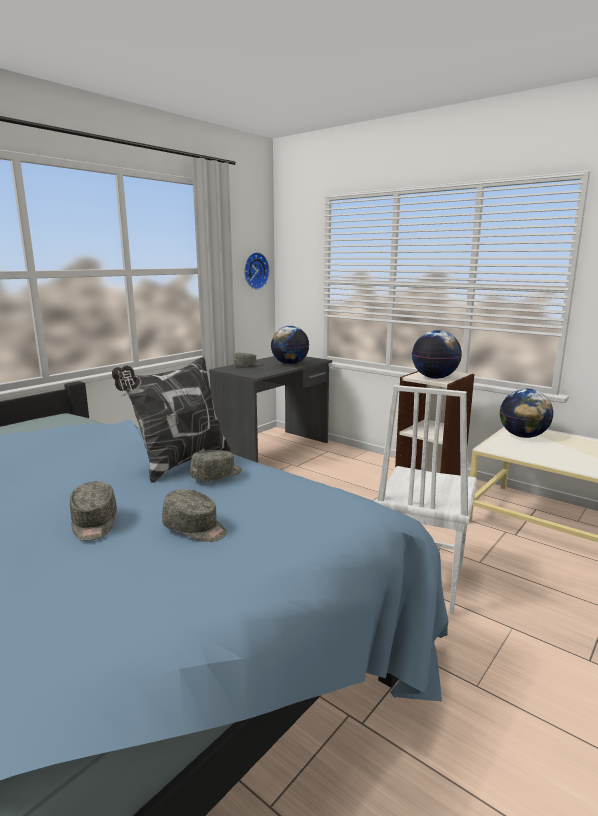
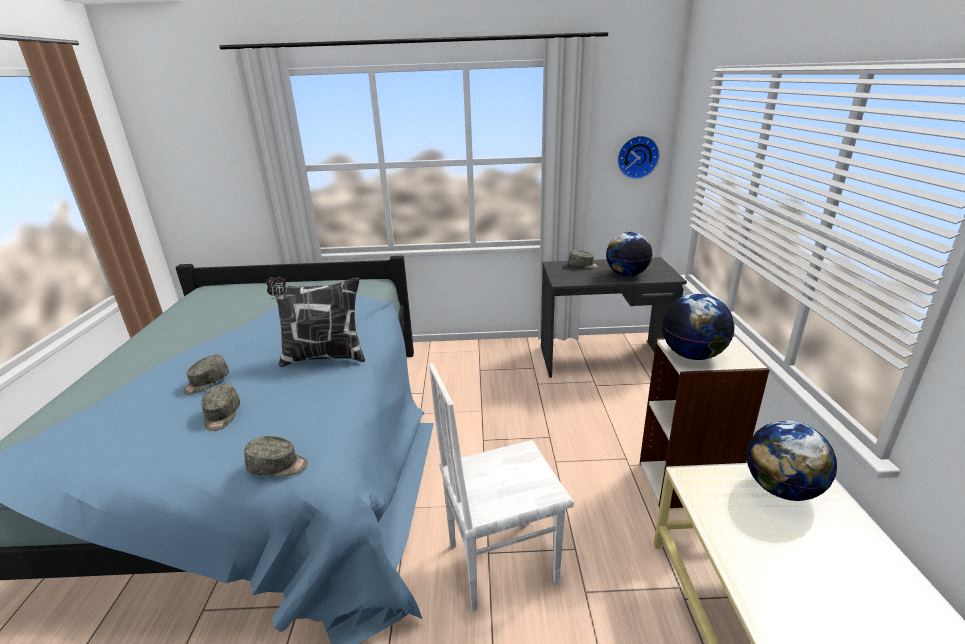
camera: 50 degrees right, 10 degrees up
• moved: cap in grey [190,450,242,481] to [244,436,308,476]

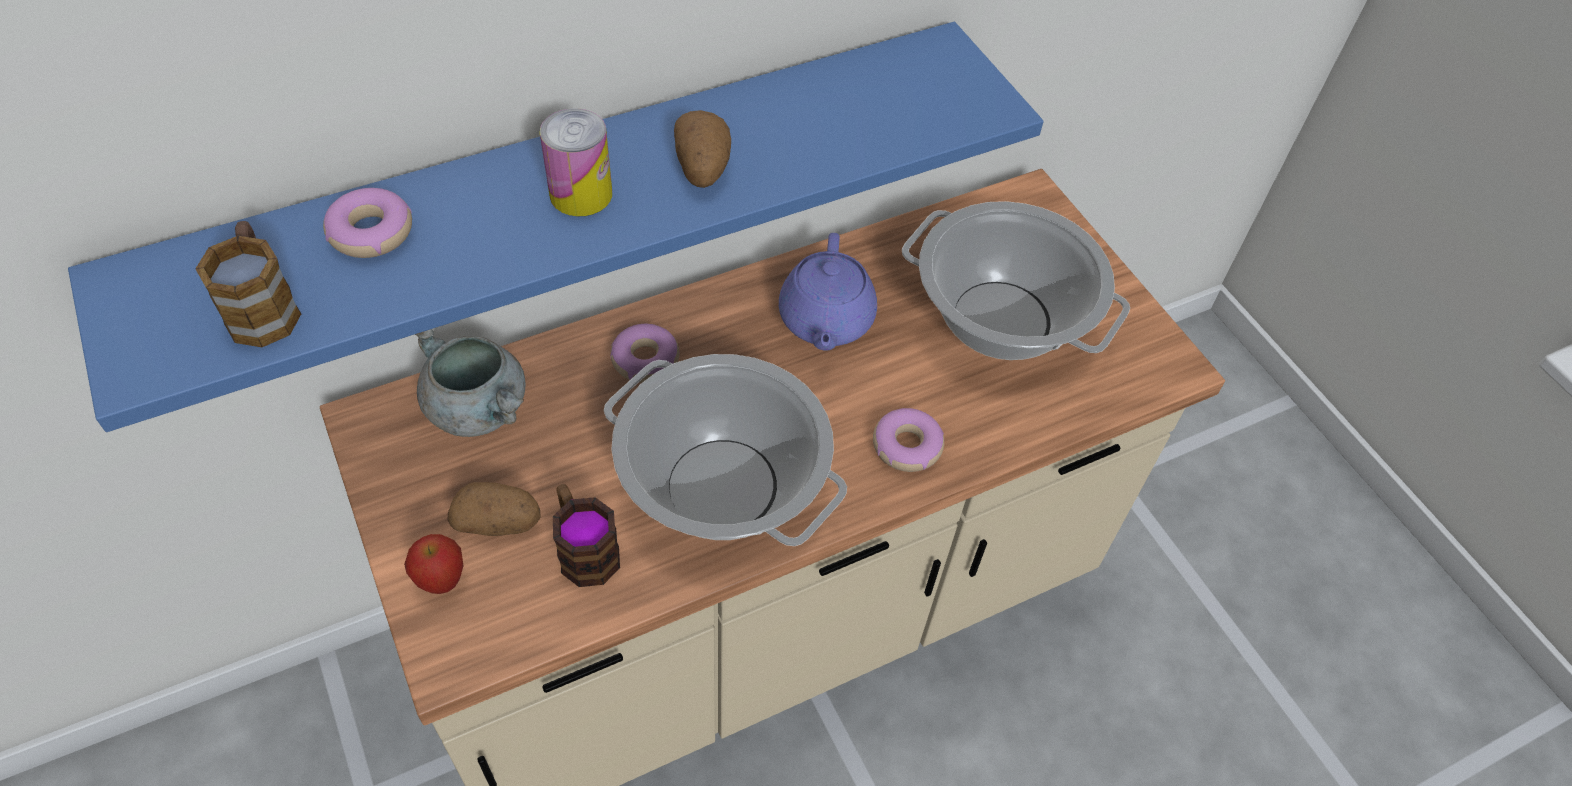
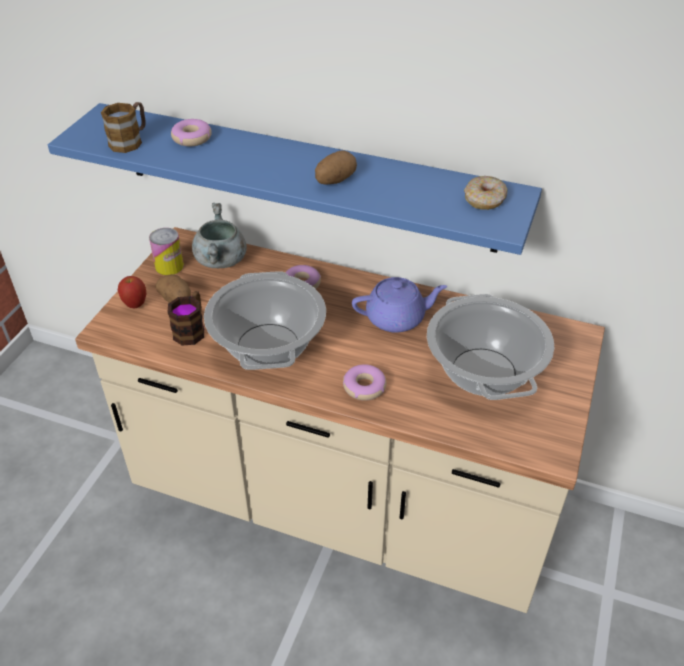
camera: 50 degrees right, 10 degrees down
• added: ring doughnut [464,176,508,210]
• moved: metal can [540,108,612,216] to [149,228,184,275]
• turned: pot for tea in purple-coloured [779,233,877,350] = [352,277,447,333] 150 degrees counterclockwise

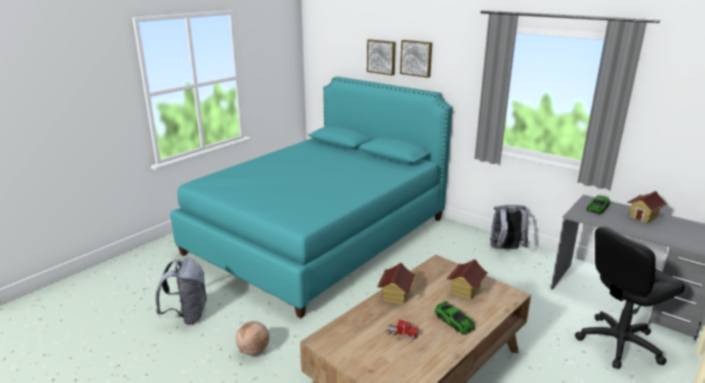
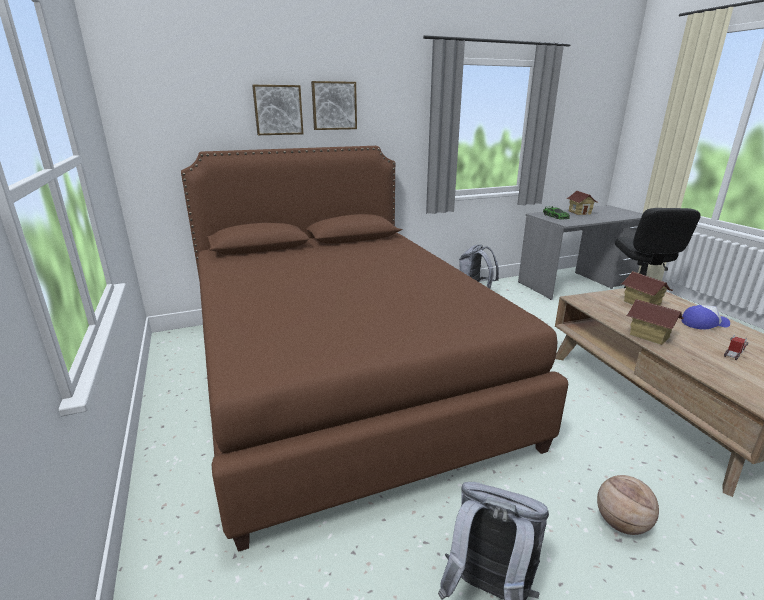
camera: 60 degrees left, 0 degrees up
• replaced: miniature car [435,301,475,335] to cap [681,305,730,329]
• recoloured: bed in turquoise-coloured [170,77,453,318] to bed in brown [181,146,568,552]

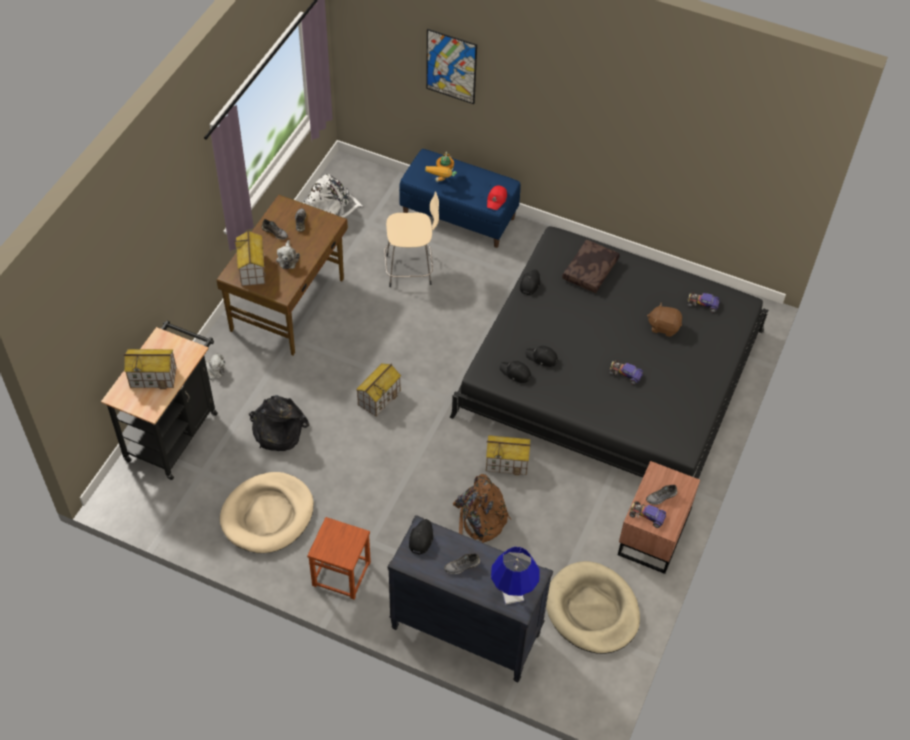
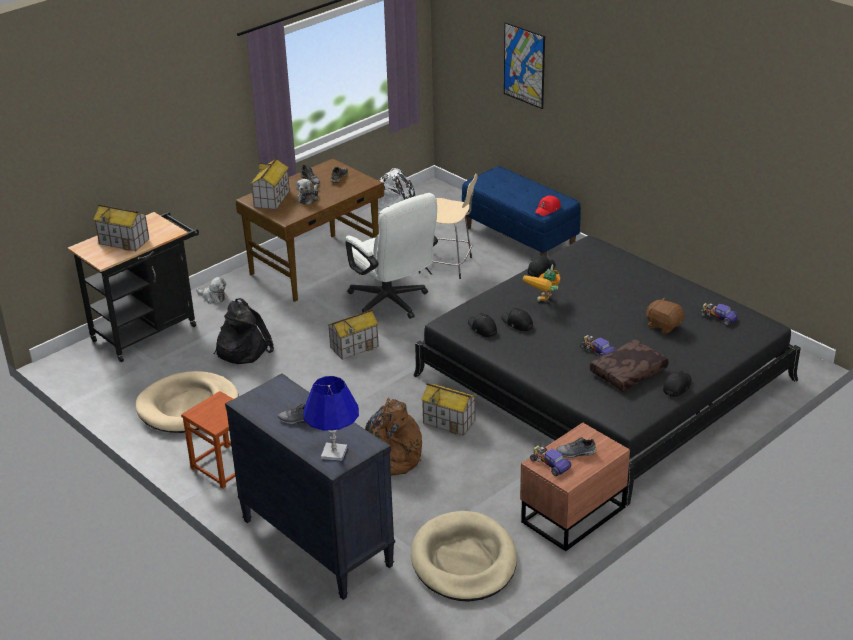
camera: 25 degrees right, 20 degrees down
• added: office chair in whitish [345,193,438,319]
• moved: cap in black [409,519,433,555] to [663,370,692,397]
• moved: robot figure [425,152,457,182] to [522,264,560,302]
• moved: throw pillow in brown [562,240,620,293] to [590,339,669,391]

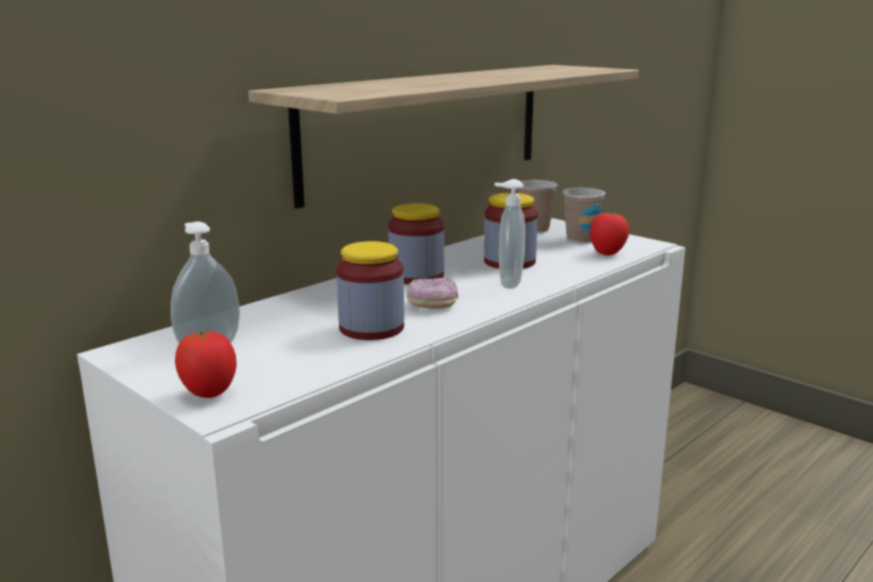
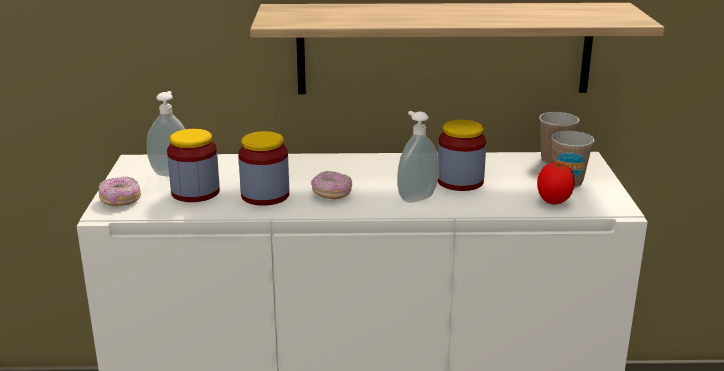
camera: 45 degrees right, 5 degrees up
• moved: preserve jar [388,203,444,284] to [167,129,220,202]
• replaced: fresh tomato [175,330,237,398] to ring doughnut [98,177,141,206]

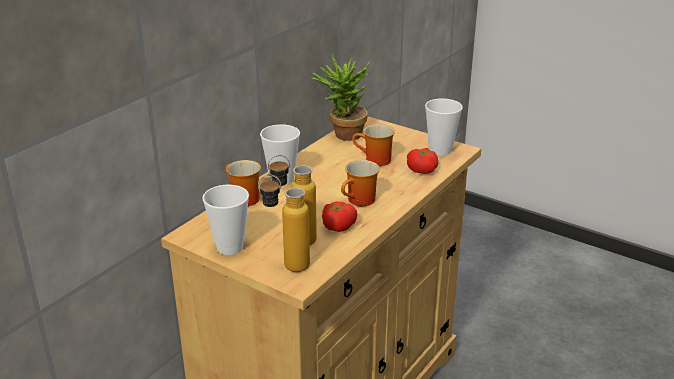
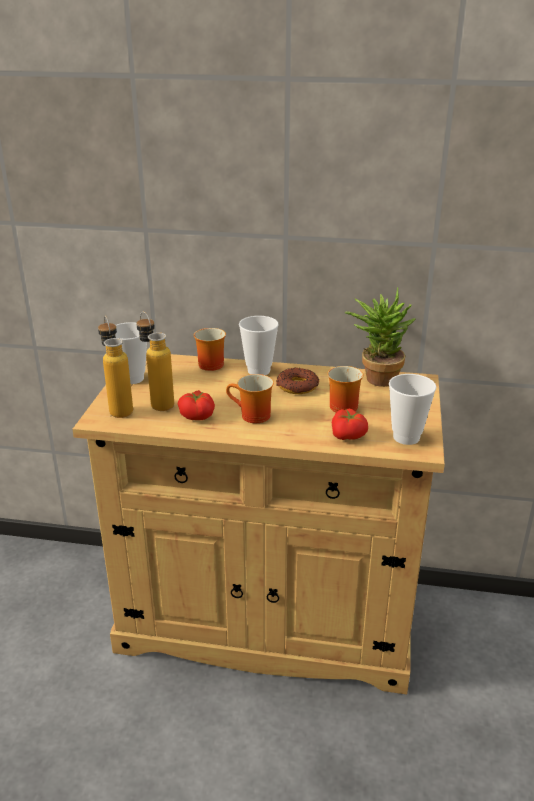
camera: 65 degrees right, 0 degrees up
• added: ring doughnut [277,368,319,394]

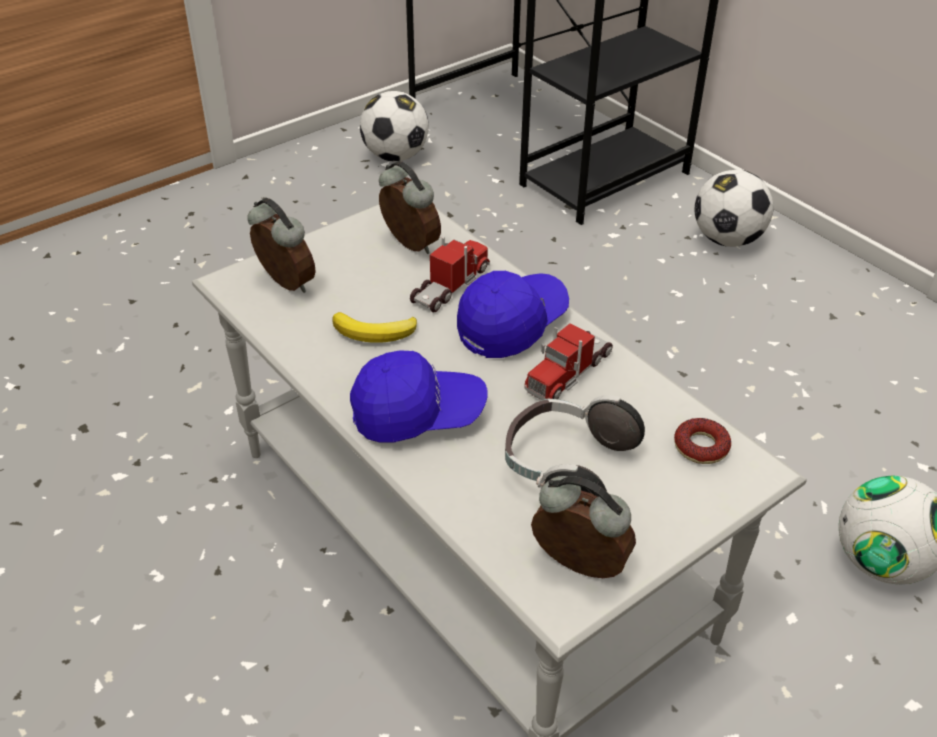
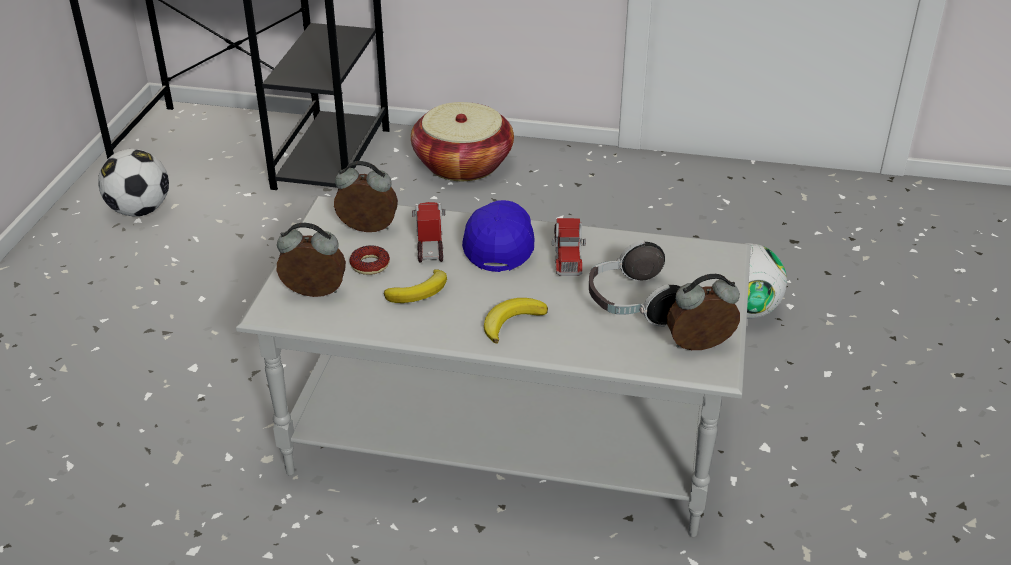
camera: 40 degrees left, 5 degrees down
• moved: ring doughnut [674,418,731,464] to [350,245,390,275]
• replaced: cap in blue [350,350,488,443] to whole banana [484,298,548,344]
• replaced: football [694,170,774,247] to basket [411,102,514,181]

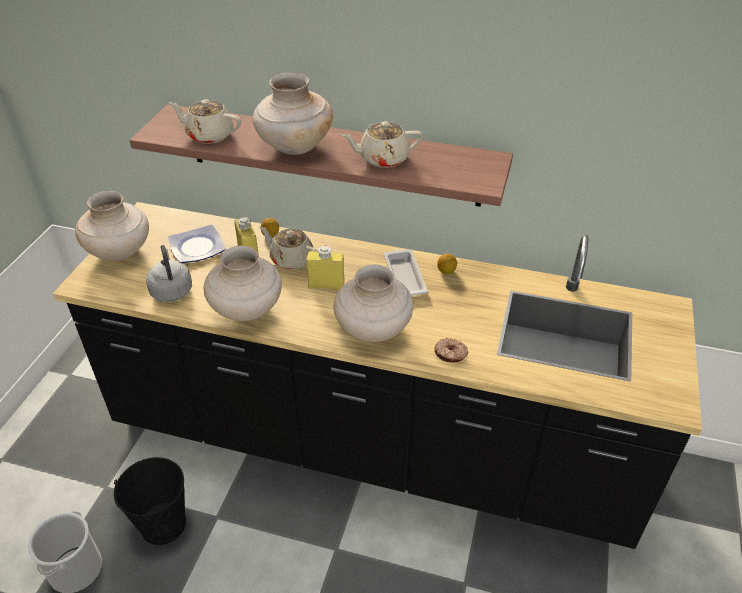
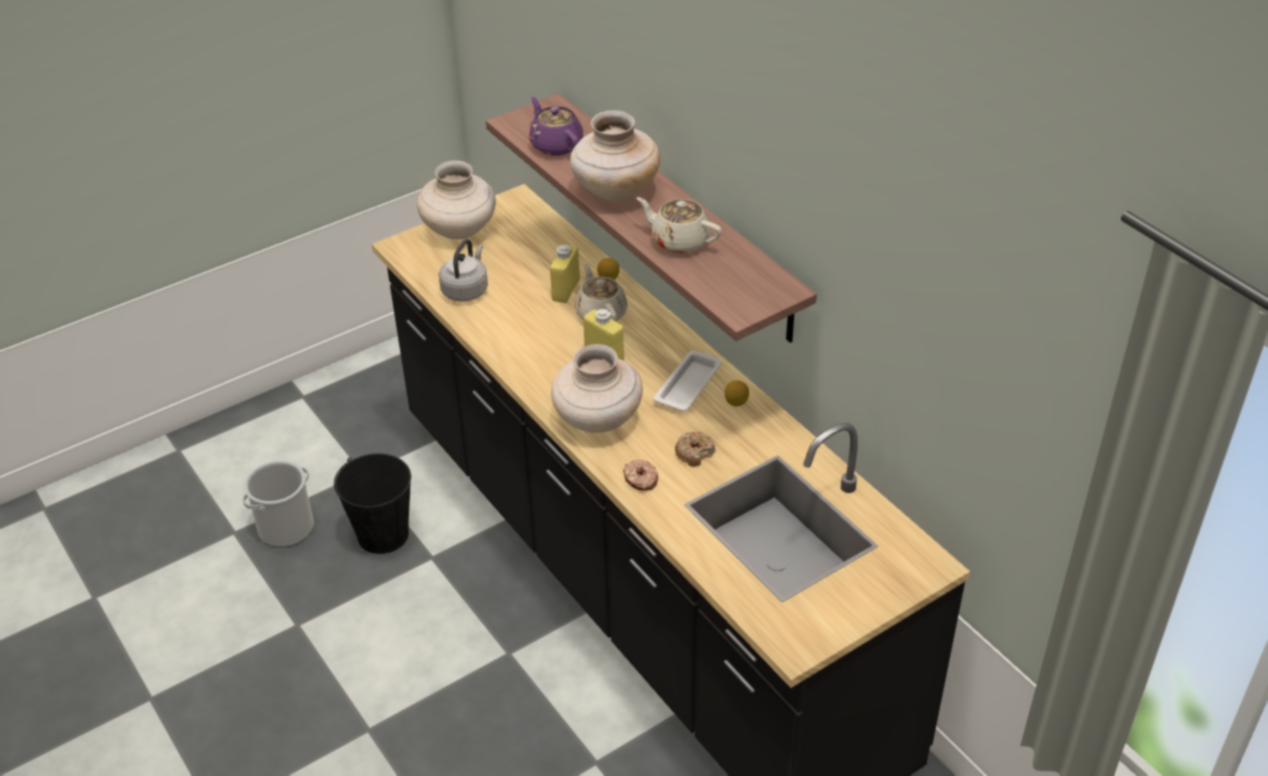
camera: 40 degrees right, 0 degrees up
• removed: flat dish [168,225,226,263]
• removed: decorative vase in beige-coloured [203,246,282,321]
• added: ring doughnut [675,432,715,467]
• recoloured: pot for tea in beige-coloured [169,99,241,144] to pot for tea in purple-coloured [529,96,583,156]

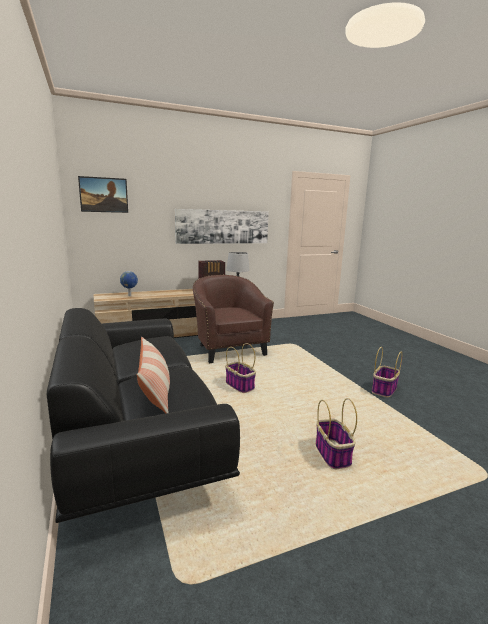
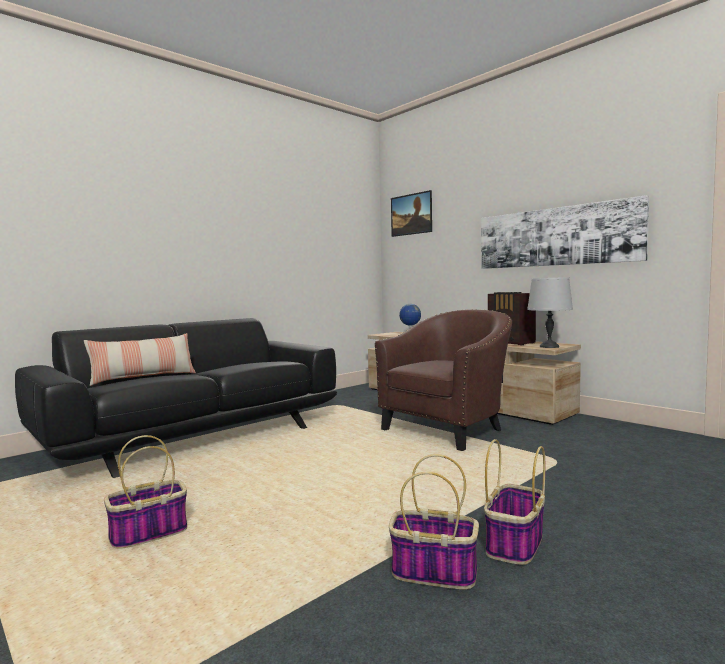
camera: 70 degrees right, 10 degrees down
• moved: basket [225,343,256,393] to [484,439,545,565]

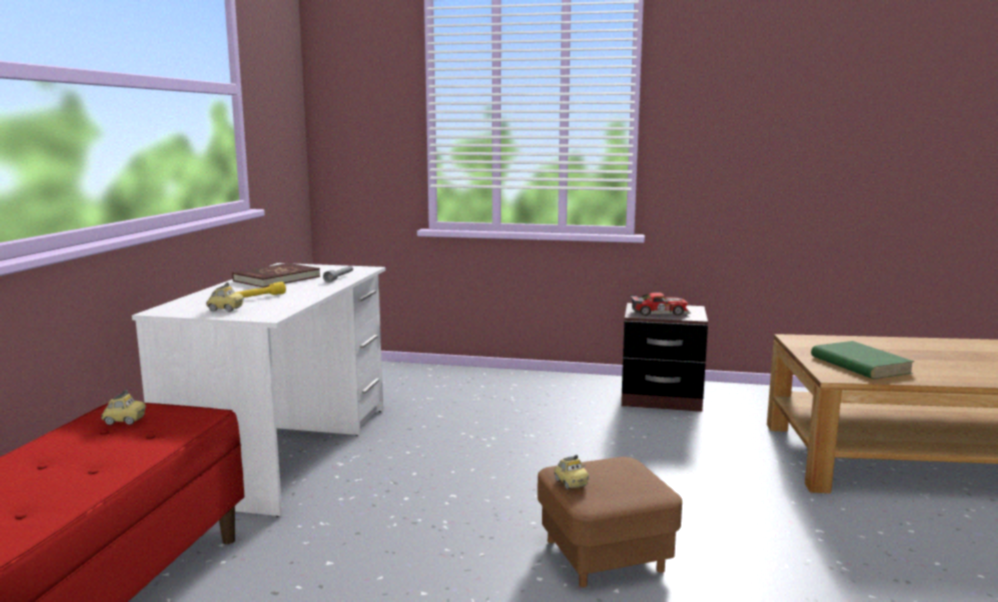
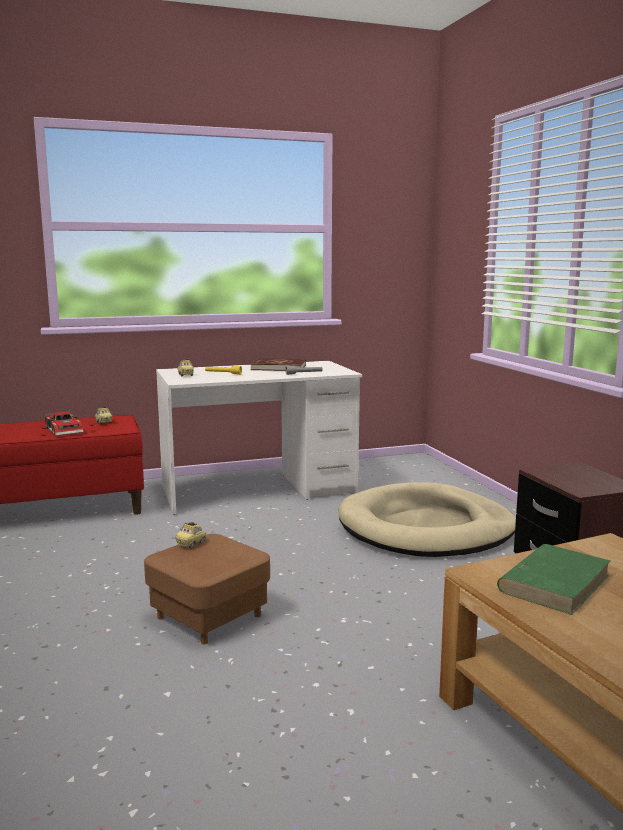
camera: 60 degrees right, 0 degrees up
• added: pet bed in beige-coloured [338,482,516,557]
• moved: miniature car [630,293,690,316] to [44,411,84,436]

